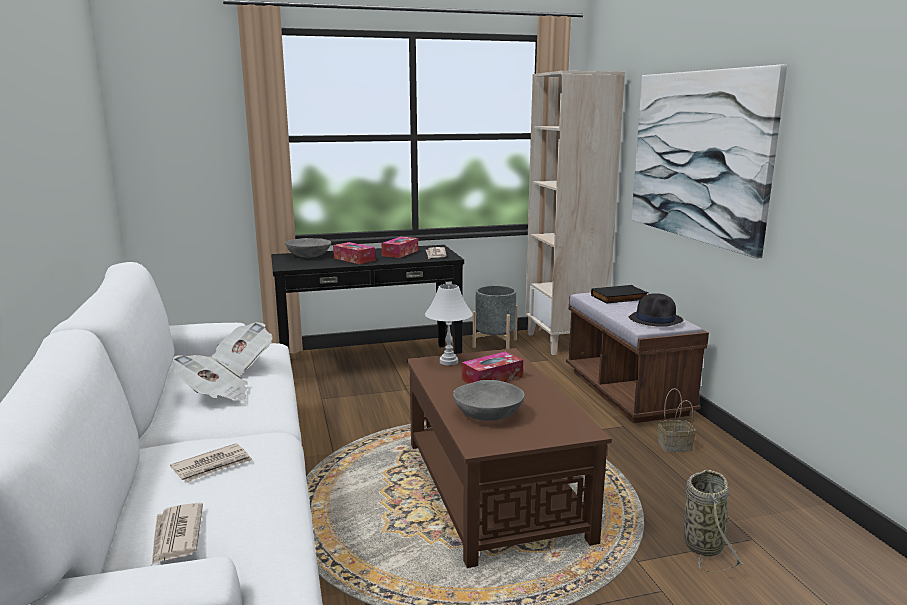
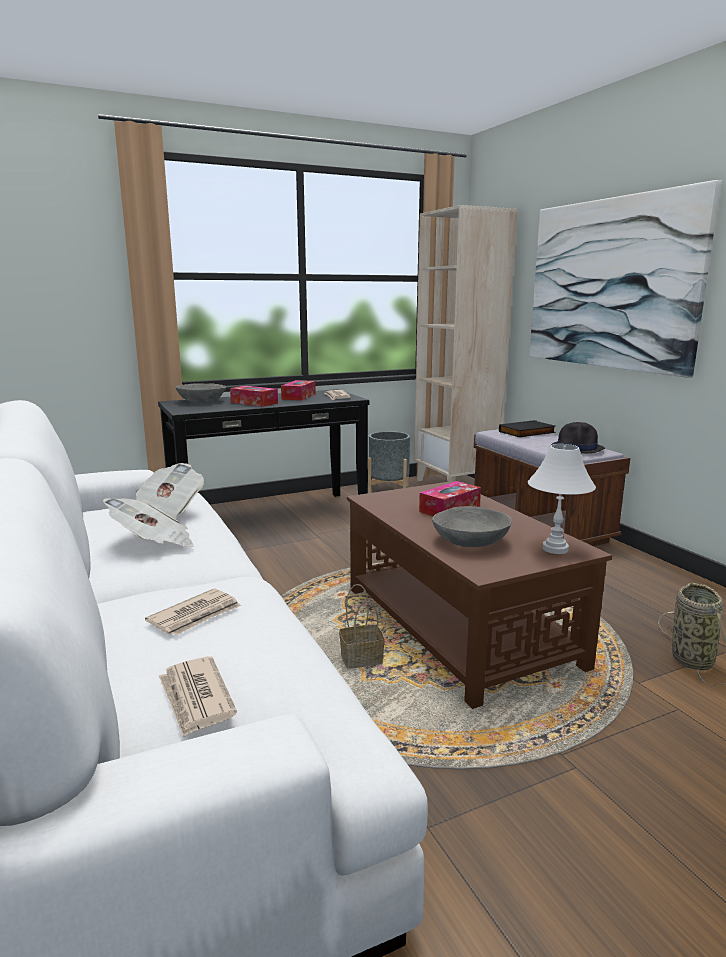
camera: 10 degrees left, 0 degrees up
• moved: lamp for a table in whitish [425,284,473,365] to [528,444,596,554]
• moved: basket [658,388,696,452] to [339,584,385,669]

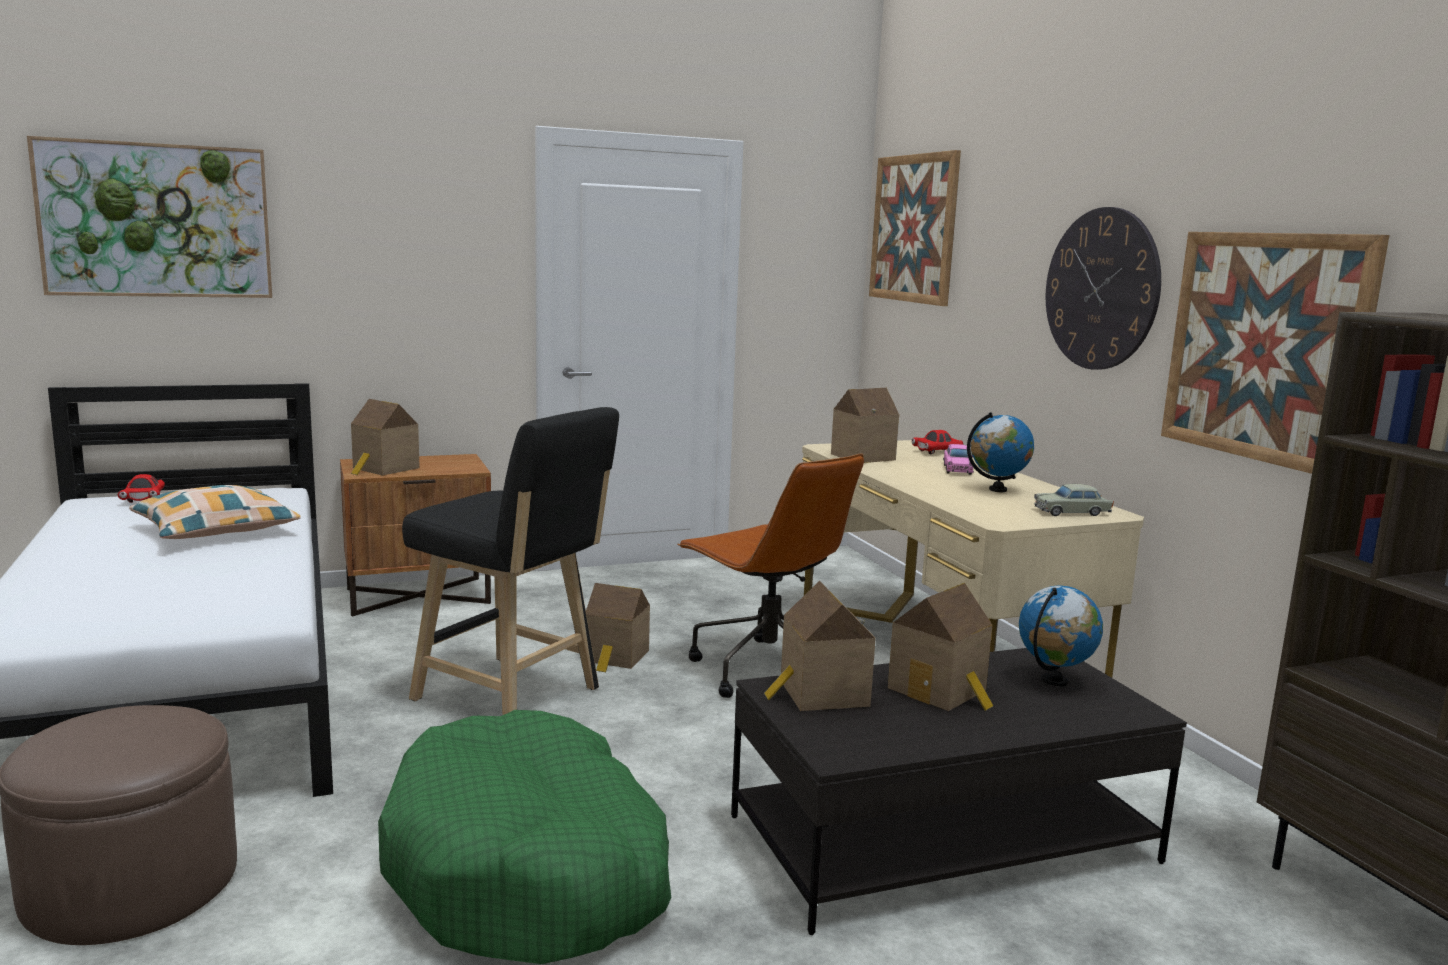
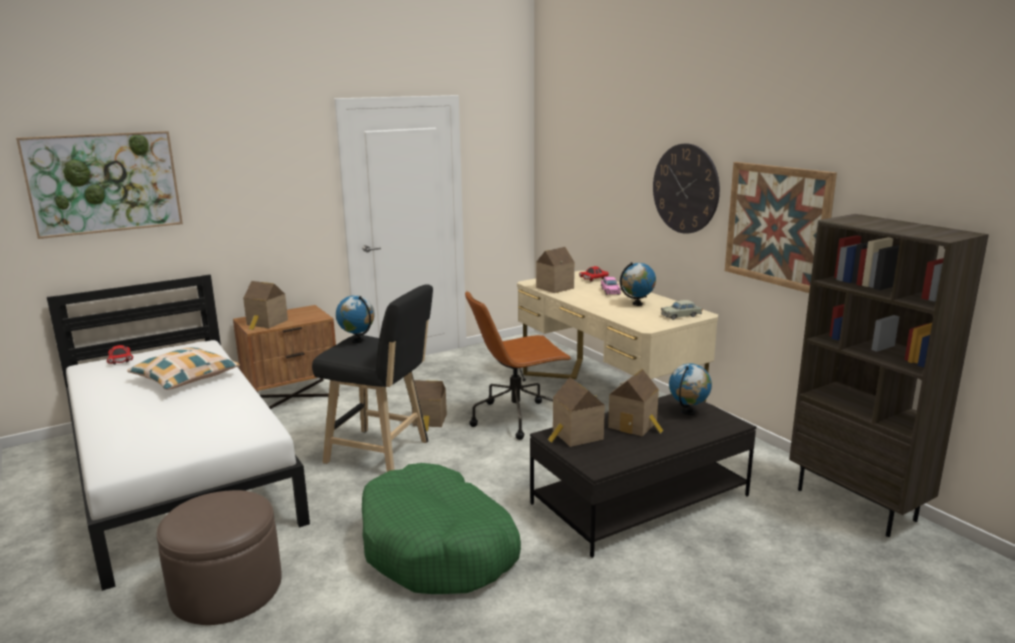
camera: 10 degrees left, 5 degrees up
• removed: picture [869,150,961,306]
• added: world globe [336,295,375,343]
• turned: office chair in brown [677,453,864,698] = [465,292,572,440] 120 degrees clockwise

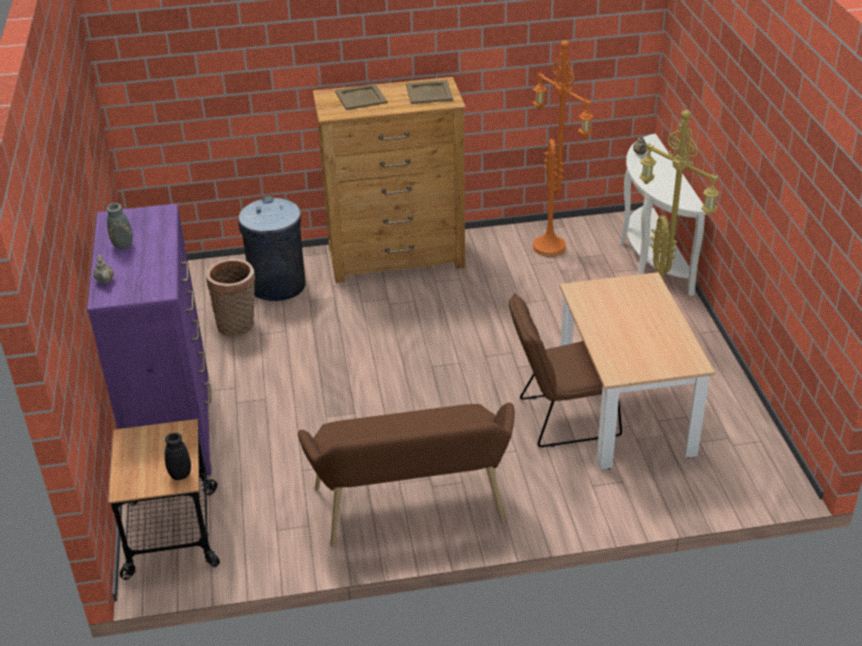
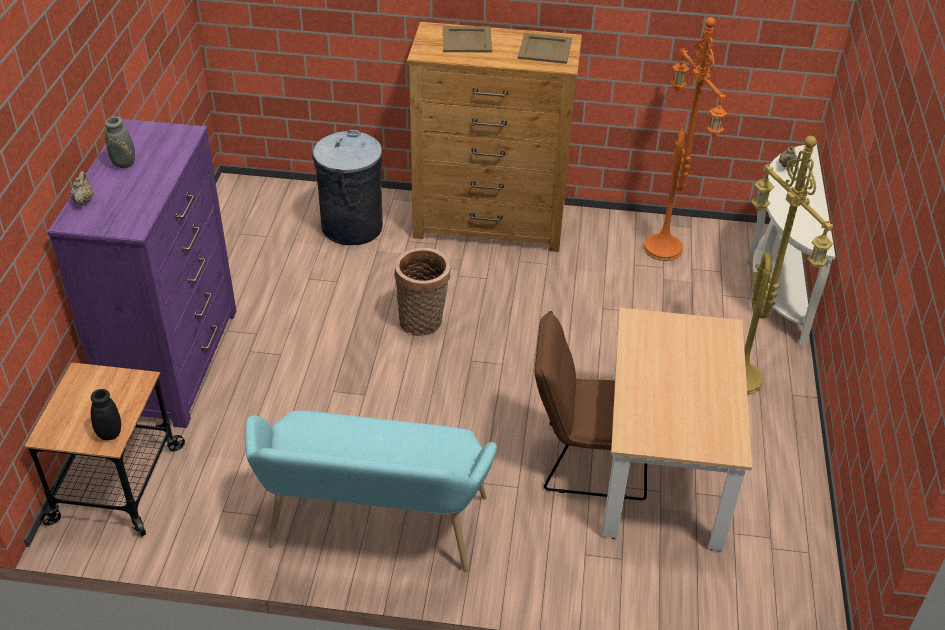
camera: 15 degrees right, 5 degrees up
• moved: basket [206,259,255,337] to [394,248,450,336]
• recoloured: indoor bench in brown [298,403,515,547] to indoor bench in turquoise-coloured [245,411,497,572]

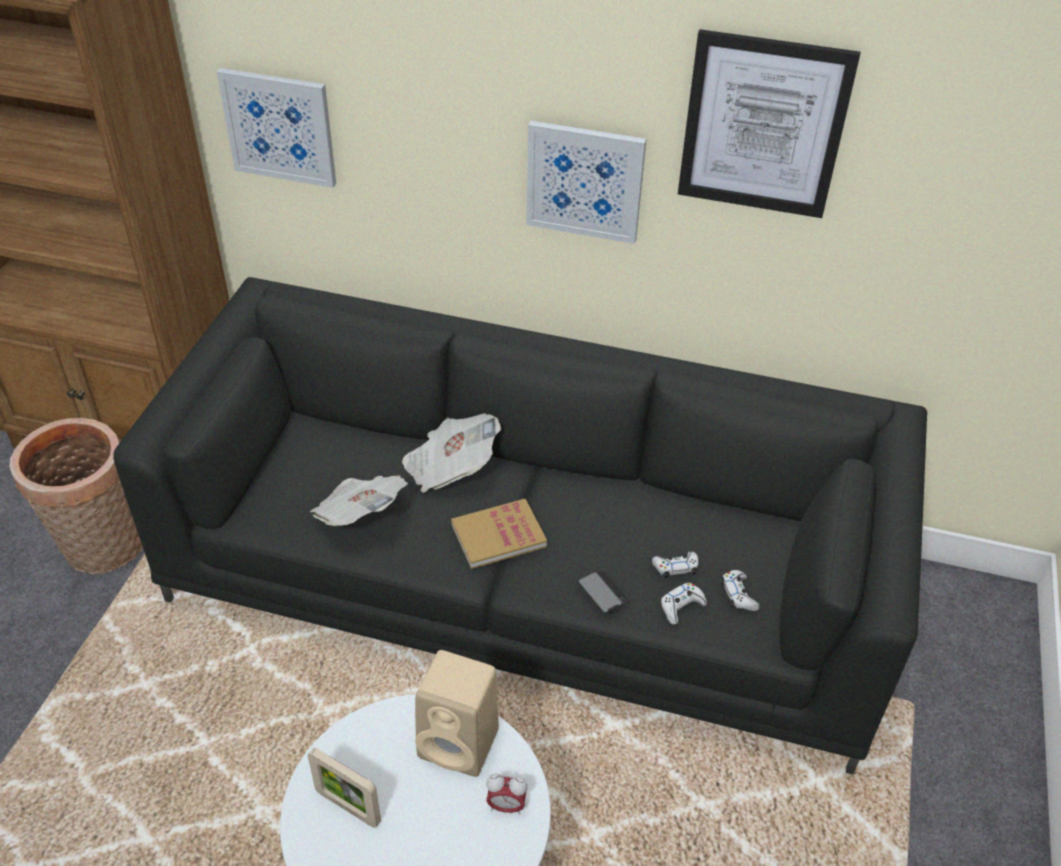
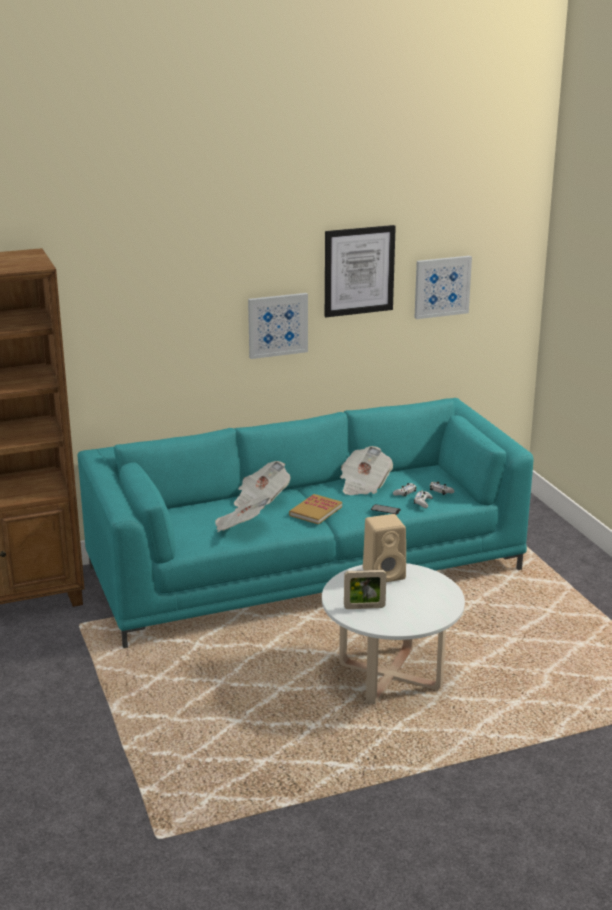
camera: 35 degrees left, 20 degrees down
• removed: basket [9,418,142,574]
• removed: alarm clock [486,774,527,814]
• added: printed paper [340,446,393,495]
• moved: picture [217,68,336,188] to [414,256,472,319]
• recoloured: settee in black [113,277,927,775] to settee in turquoise-coloured [77,398,534,648]

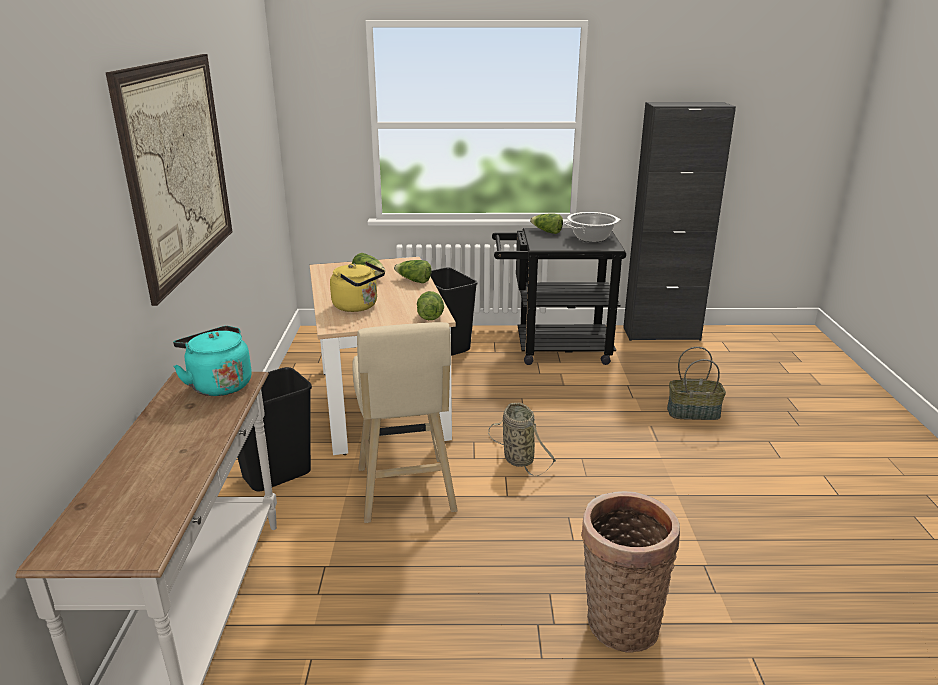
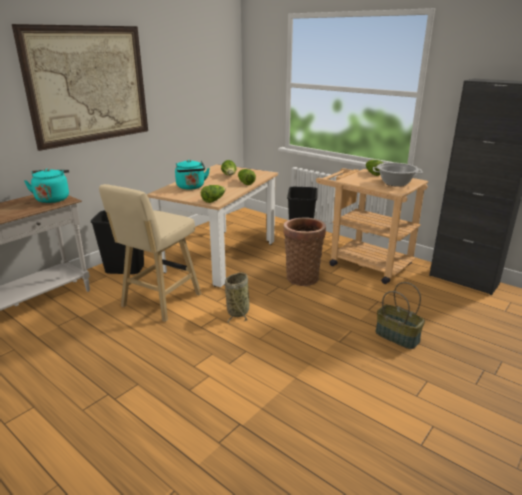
camera: 40 degrees right, 0 degrees up
• moved: basket [581,491,680,653] to [283,218,326,286]
• recoloured: kettle in yellowish [330,261,385,312] to kettle in turquoise-coloured [175,159,210,190]
• recoloured: trolley in black [492,228,626,365] to trolley in beige-coloured [316,168,428,284]

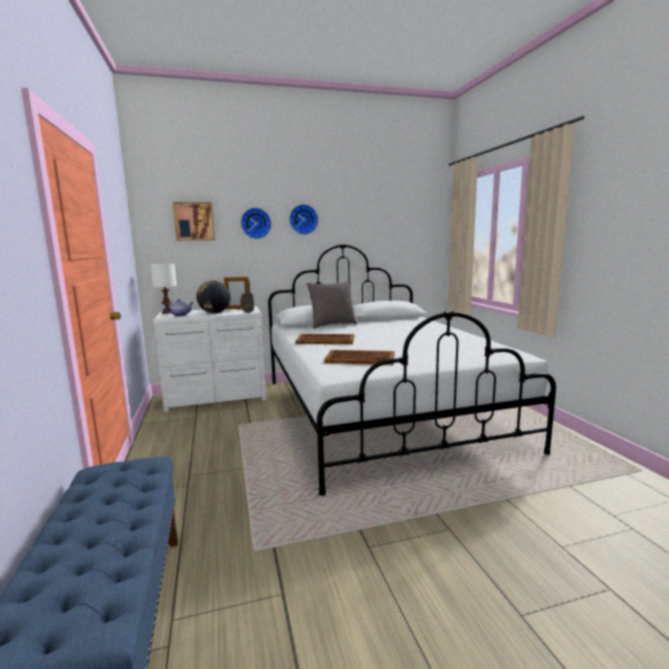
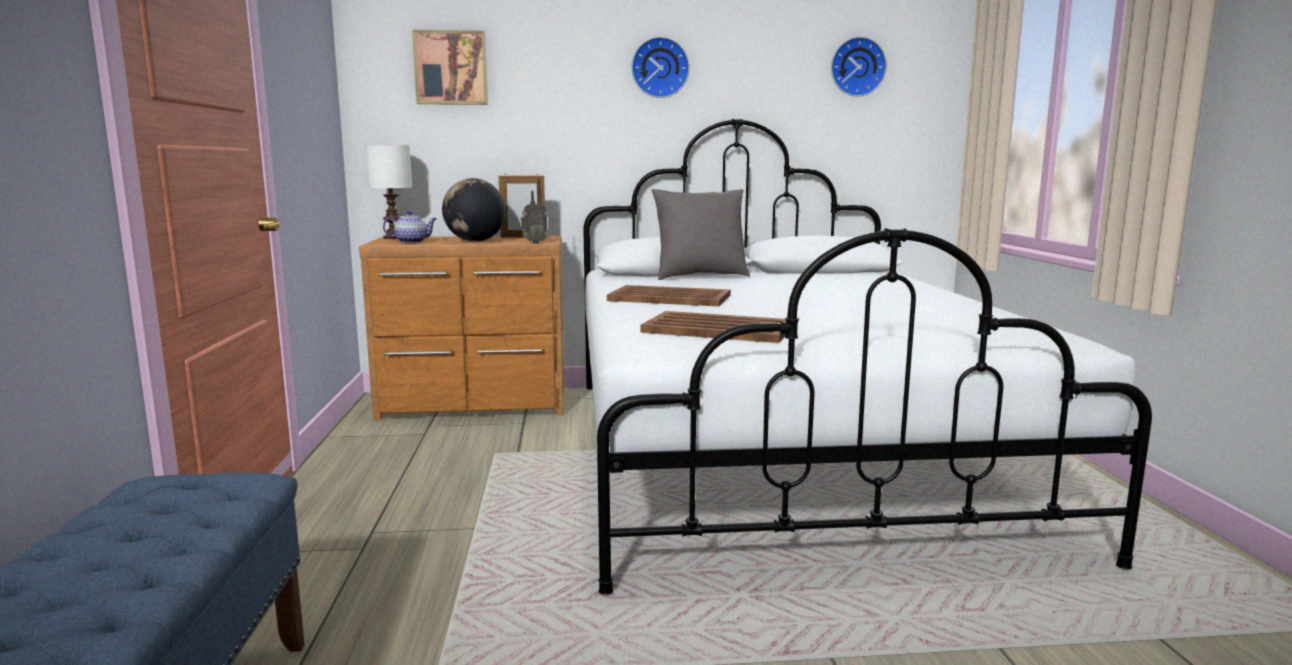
camera: 10 degrees right, 0 degrees up
• moved: wall clock [241,208,271,239] to [831,37,887,97]
• recoloured: drawer chest in whitish [153,306,266,412] to drawer chest in brown [359,235,564,421]

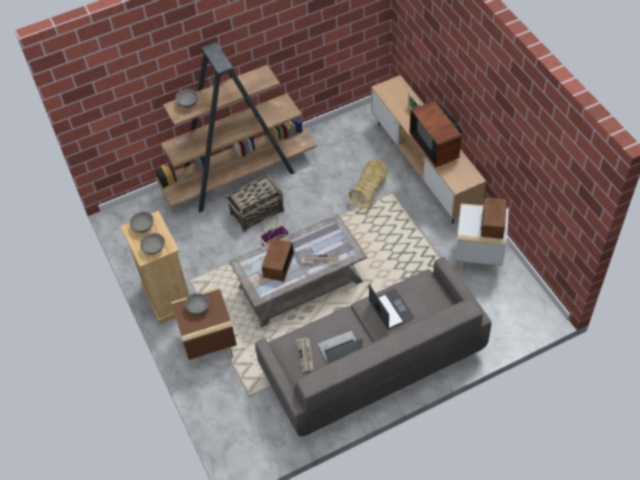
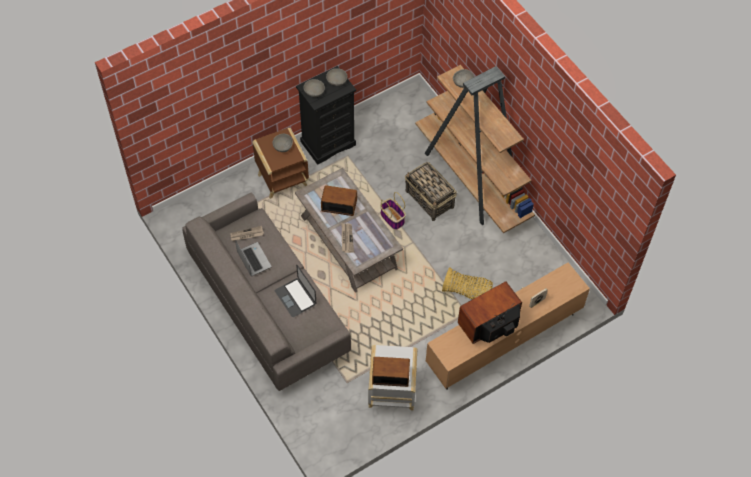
camera: 80 degrees right, 5 degrees up
• recoloured: drawer chest in beige-coloured [120,211,189,325] to drawer chest in black [296,66,356,165]
• turned: laptop [369,285,414,330] = [275,265,317,317] 90 degrees clockwise

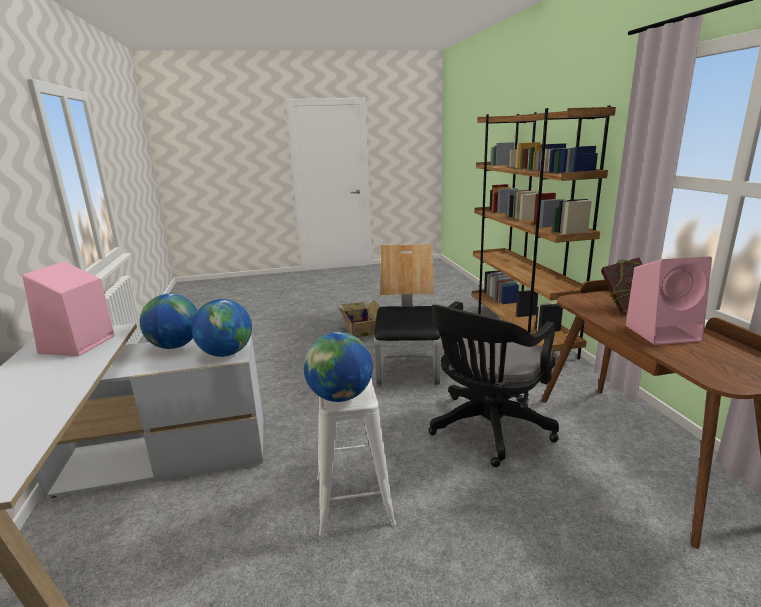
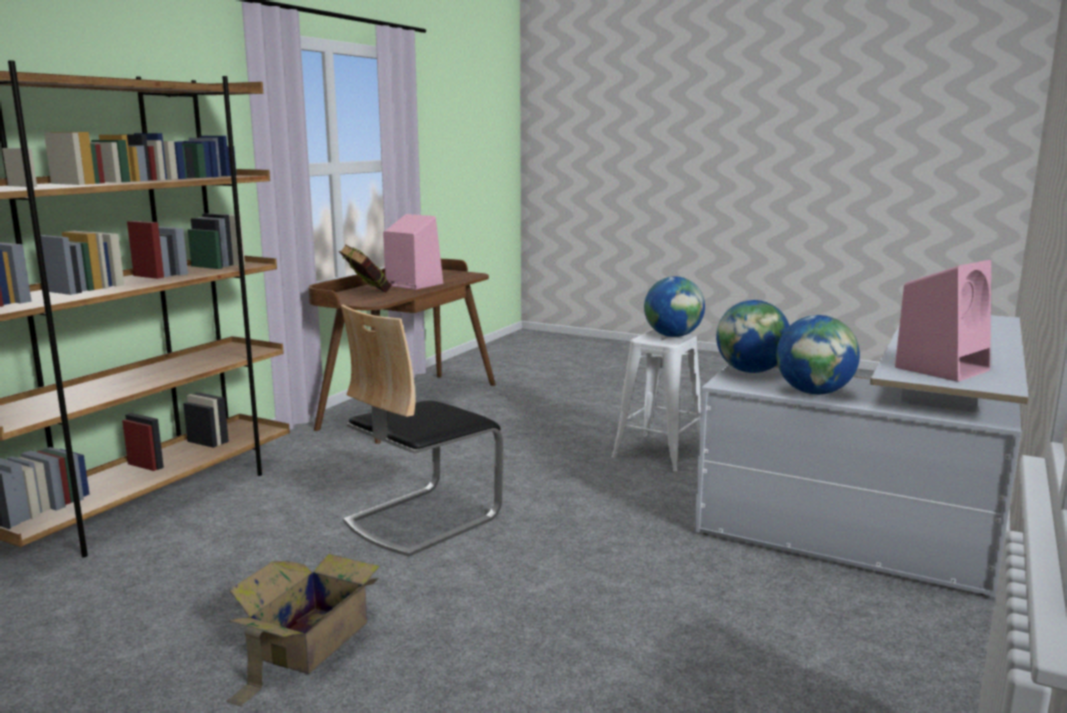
camera: 140 degrees left, 5 degrees down
• removed: office chair in black [428,301,559,467]

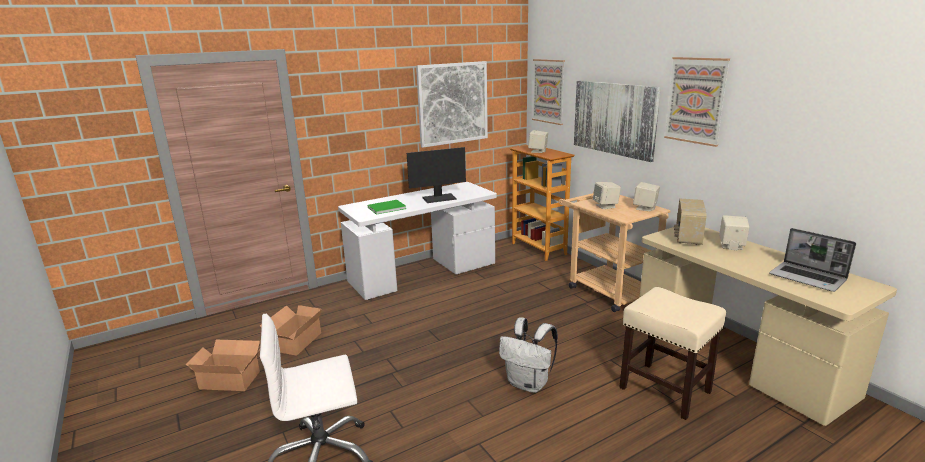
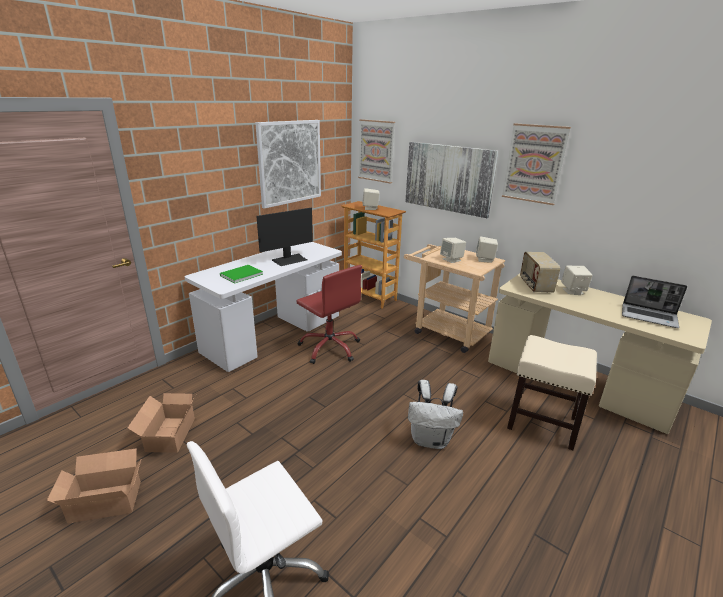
camera: 20 degrees left, 5 degrees up
• added: office chair in red-coloured [296,265,362,364]

